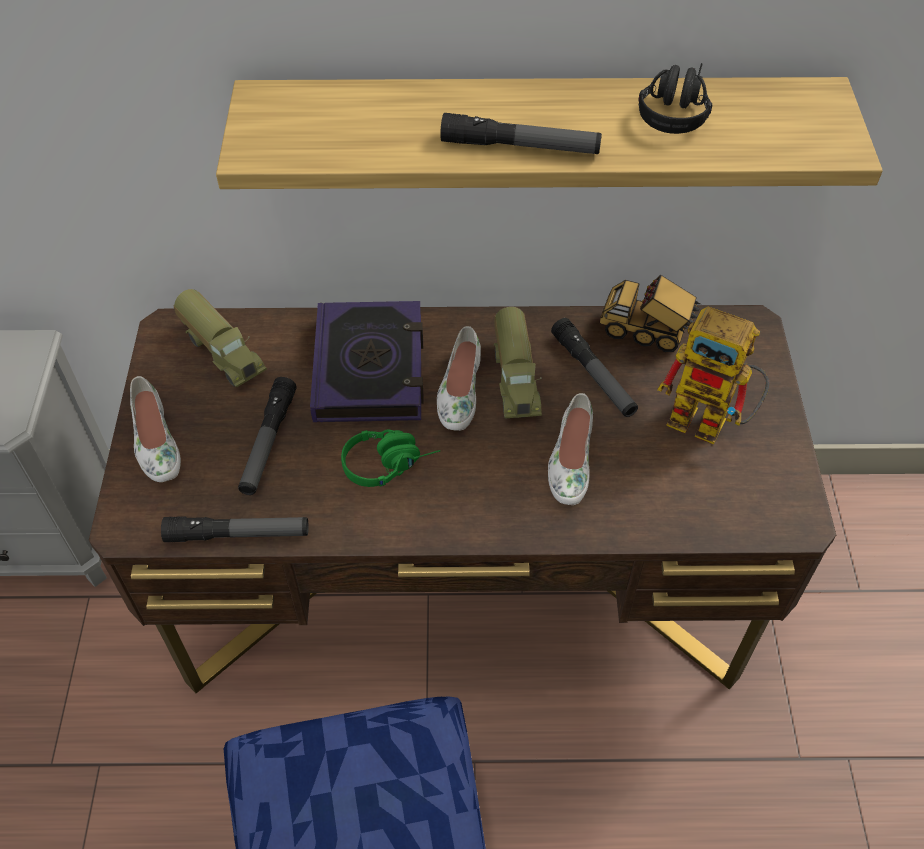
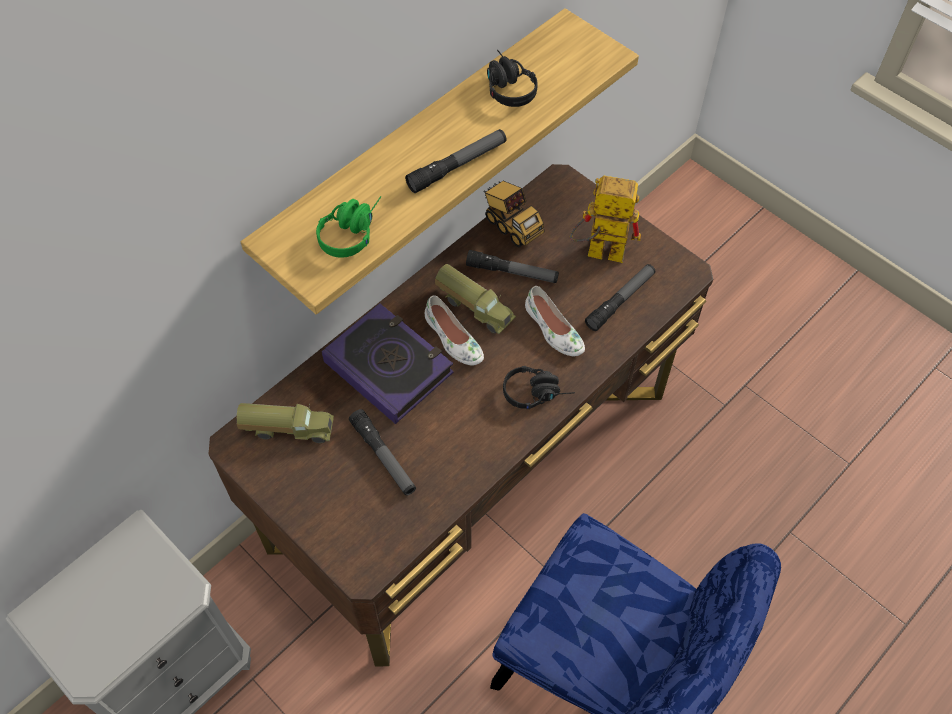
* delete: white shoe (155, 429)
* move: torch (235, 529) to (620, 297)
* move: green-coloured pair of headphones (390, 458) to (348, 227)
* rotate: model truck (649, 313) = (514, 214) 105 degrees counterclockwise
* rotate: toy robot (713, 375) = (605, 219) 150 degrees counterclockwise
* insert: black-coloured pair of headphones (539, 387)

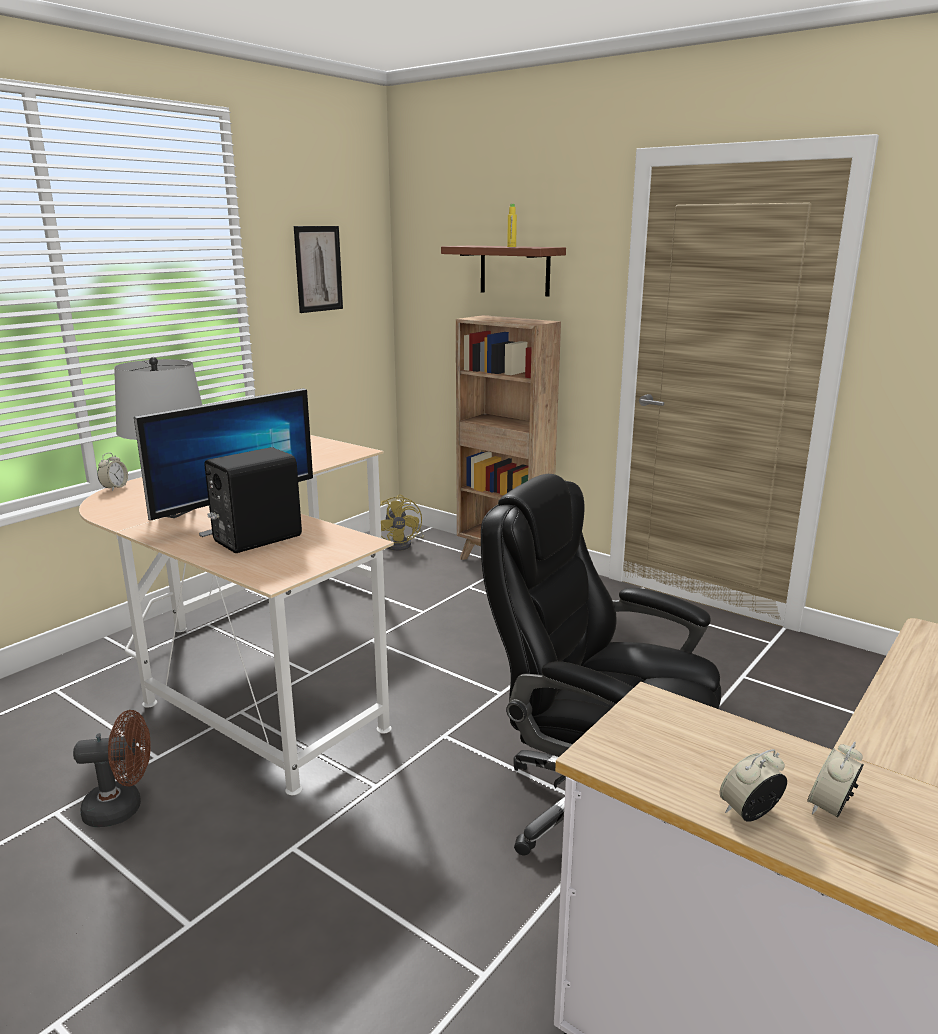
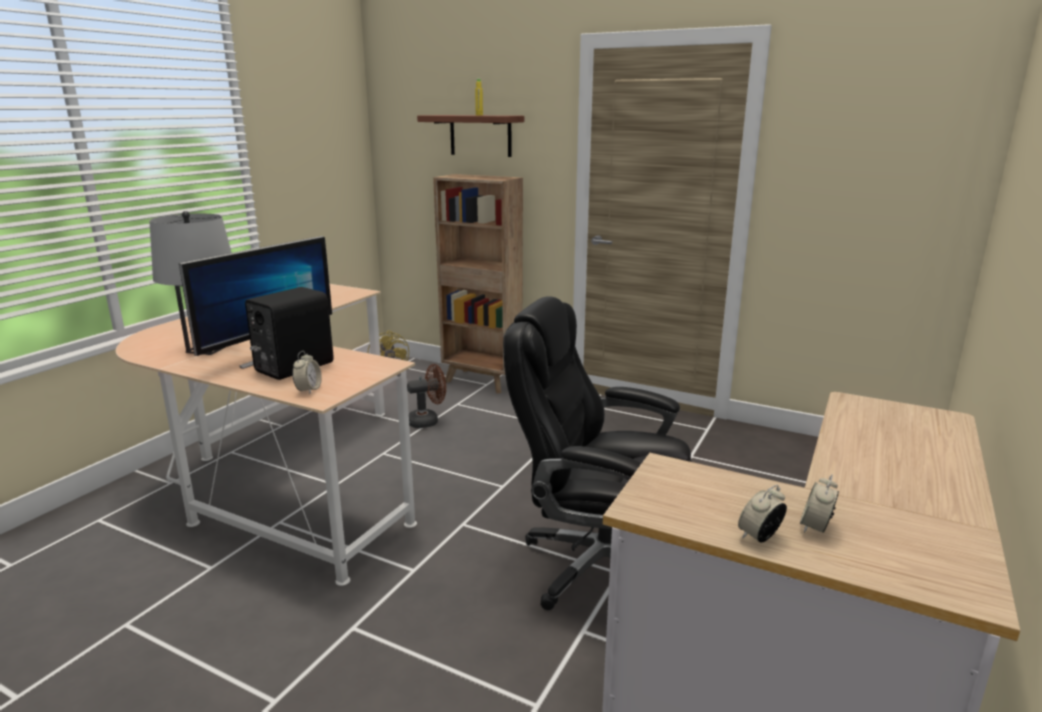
* move: brown cooling fan (112, 768) to (426, 396)
* move: bedside clock (112, 472) to (307, 372)
* delete: wall art (318, 269)

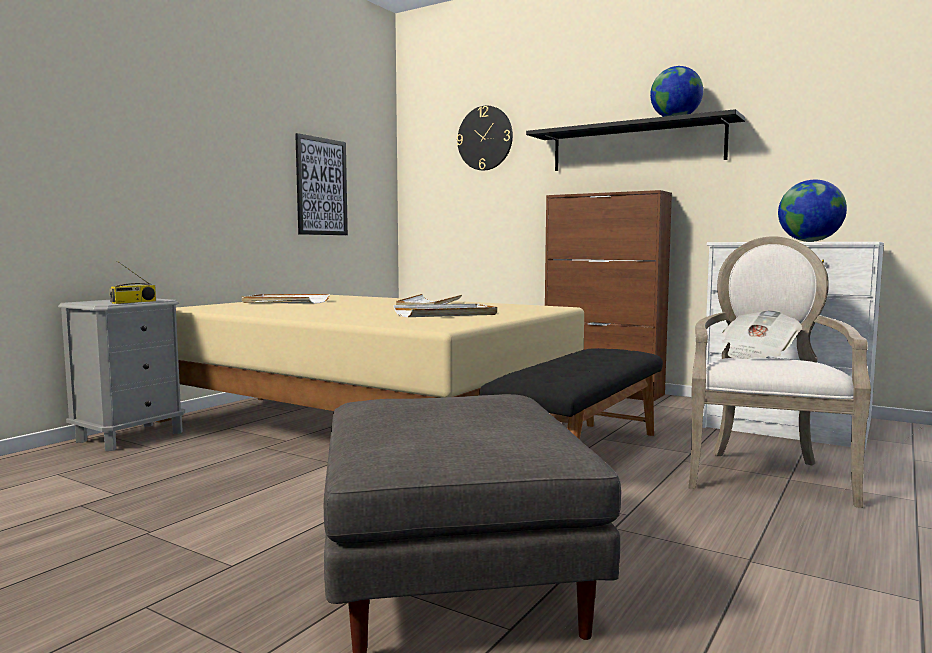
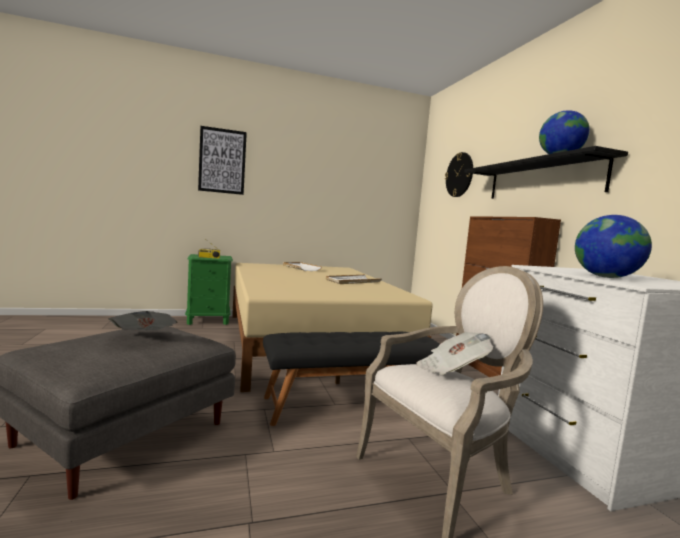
* recolor: grey bedside table (121, 375) to green-coloured bedside table (209, 289)
* move: wall art (321, 184) to (222, 160)
* delete: white tray (445, 310)
* insert: daily paper (142, 321)

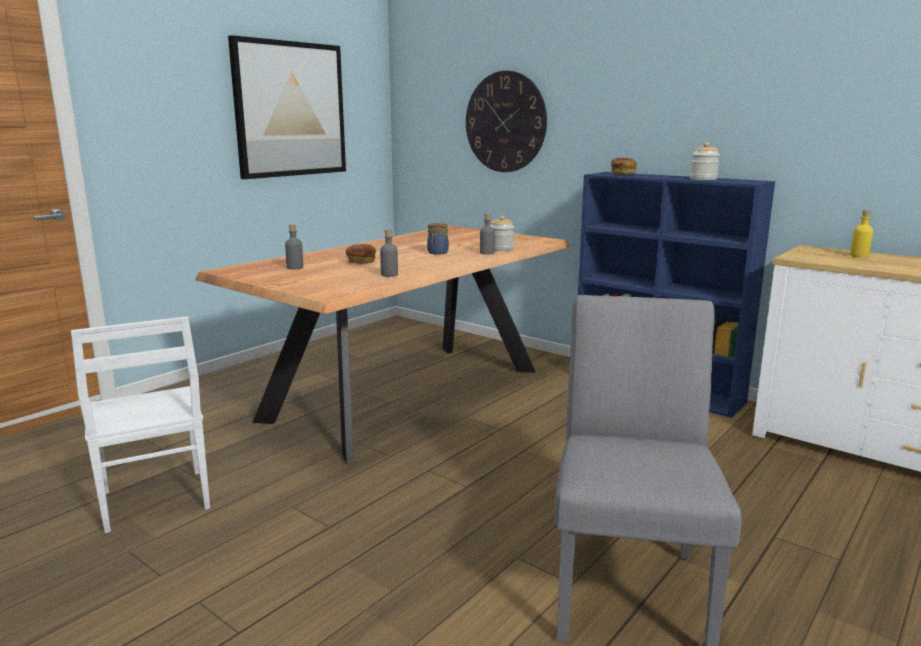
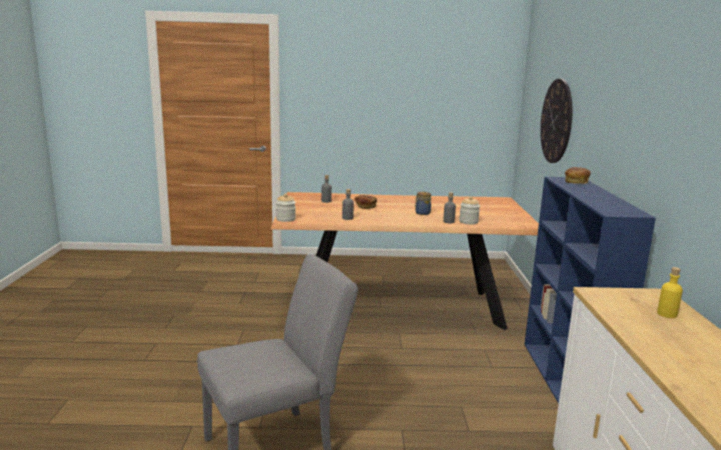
* delete: white upright chair (140, 424)
* delete: wall art (287, 107)
* move: preserve jar (705, 161) to (286, 207)

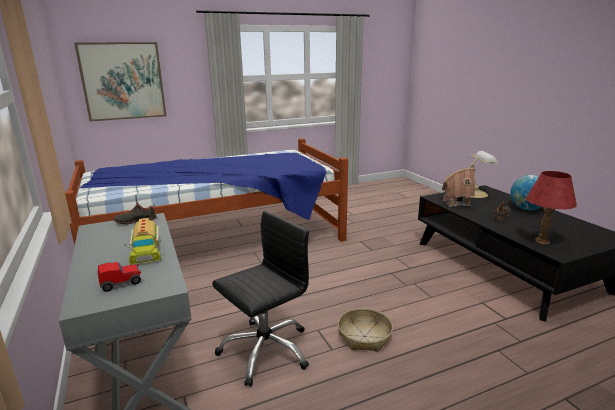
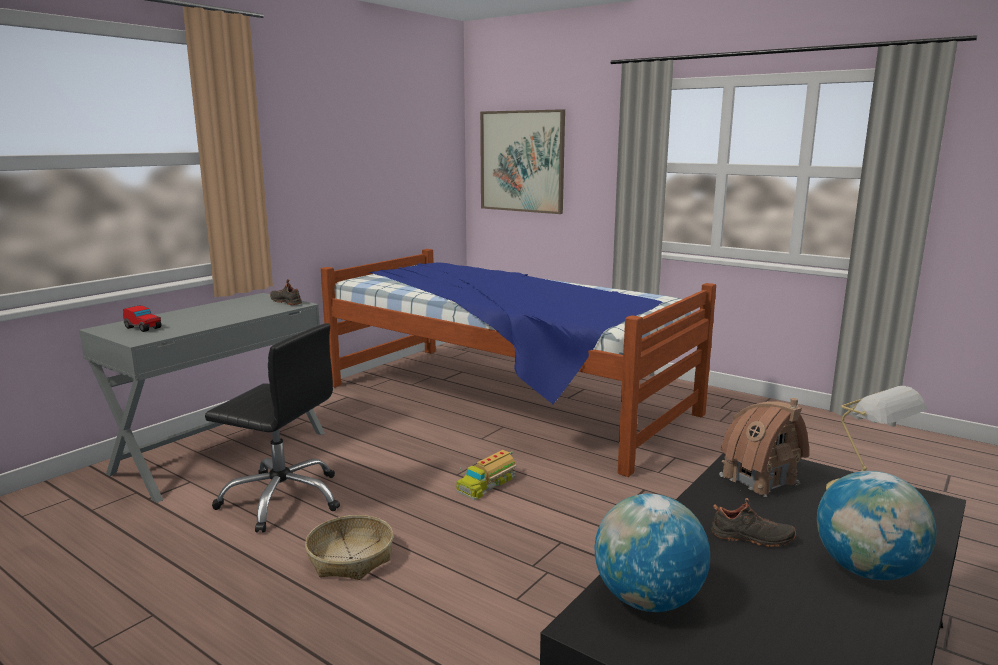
* move: model truck (142, 242) to (486, 475)
* replace: red-coloured tabletop lamp (551, 208) to globe (652, 553)

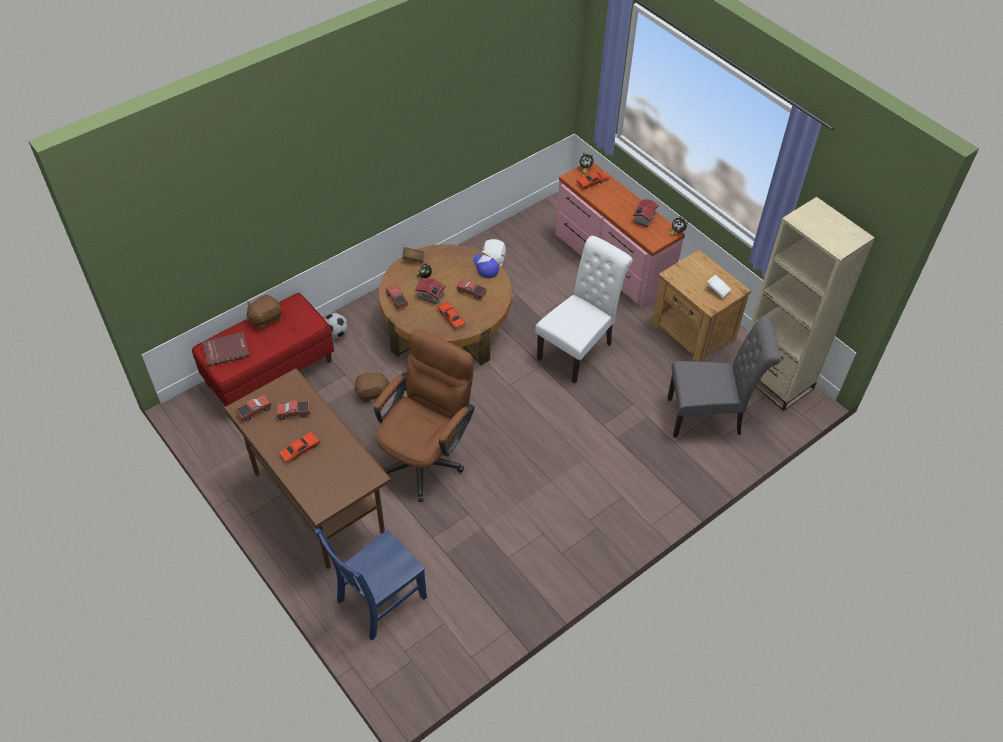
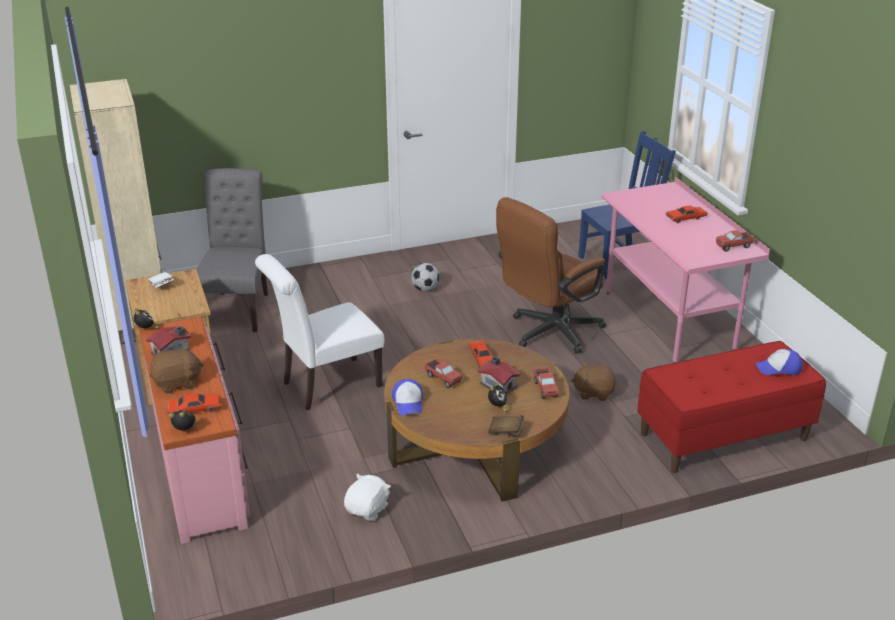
* replace: red-coloured volume (225, 349) to peaked cap (779, 362)
* recolor: brown desk (307, 469) to pinkish desk (685, 270)
* move: brown plush toy (264, 312) to (176, 369)
* delete: model truck (293, 410)
* move: ball for football (336, 326) to (425, 277)
* rotate: grey upright chair (724, 377) = (232, 250) 75 degrees clockwise

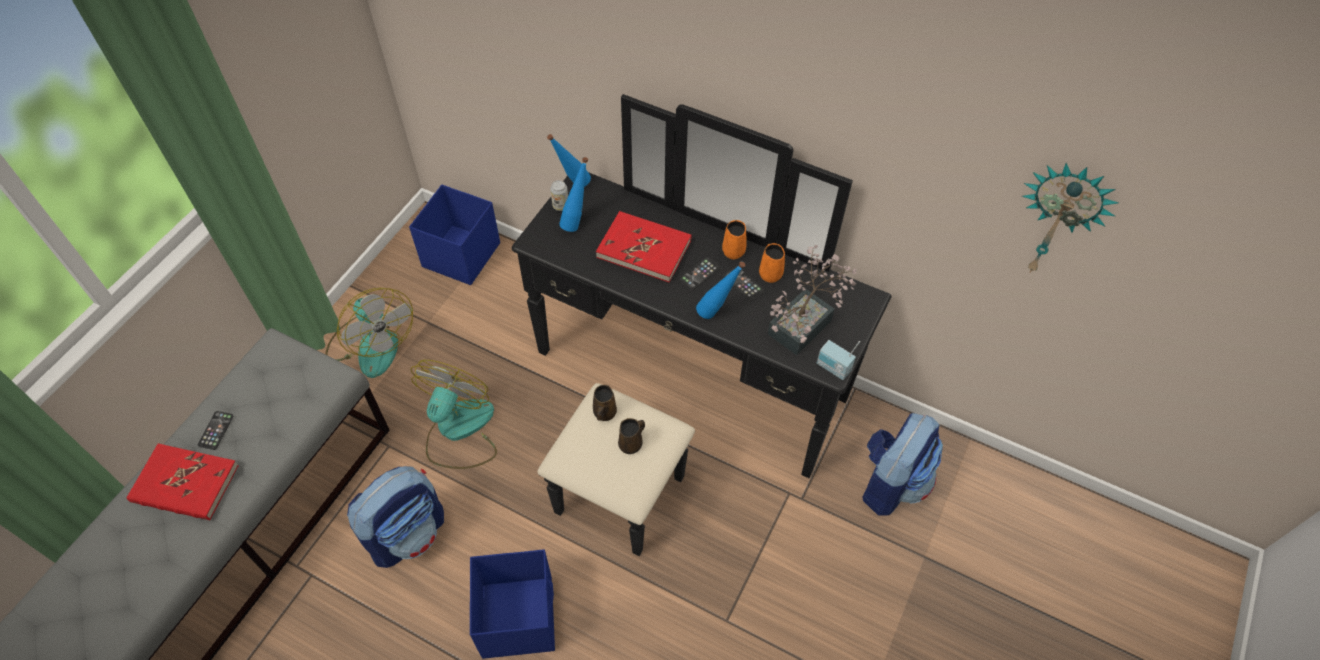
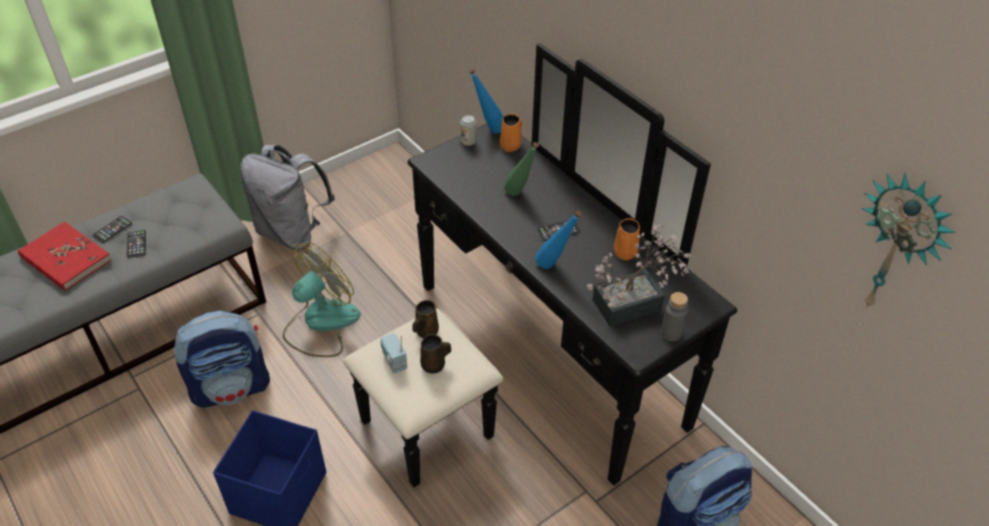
* replace: cooling fan (369, 333) to grey rucksack (287, 197)
* delete: blue-coloured storage container (454, 235)
* delete: blue-coloured bottle (573, 194)
* replace: red-coloured volume (643, 247) to green-coloured bottle (521, 169)
* move: orange mug (734, 240) to (511, 133)
* move: phone (744, 284) to (136, 244)
* move: radio receiver (838, 360) to (393, 353)
* insert: grey bottle (674, 316)

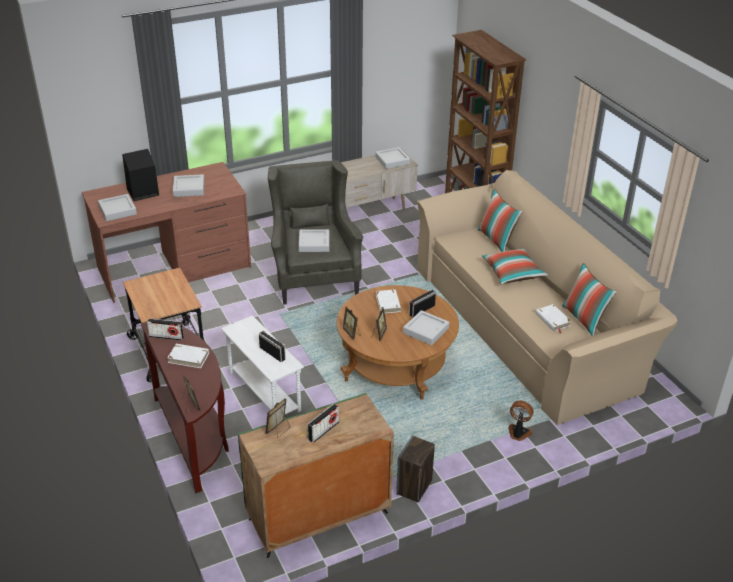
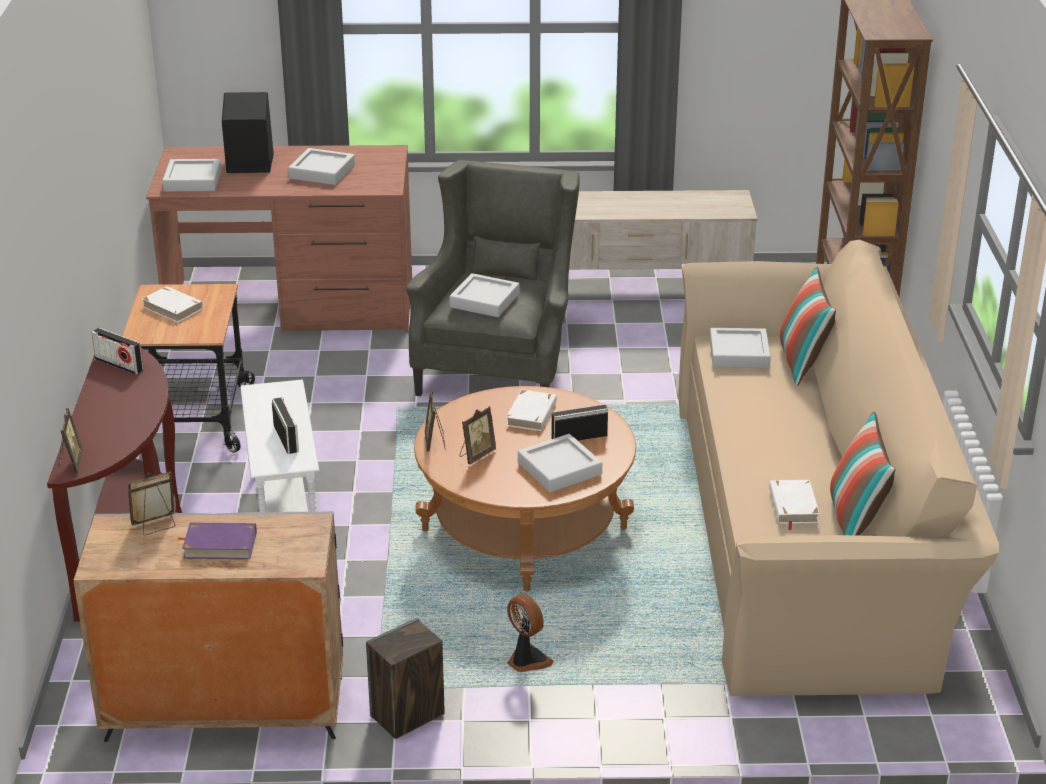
* move: white volume (188, 356) to (172, 304)
* recolor: green-coloured cabinet (316, 475) to grey cabinet (208, 626)
* replace: radio receiver (323, 423) to purple volume (217, 541)
* move: grey tray (392, 158) to (740, 348)
* delete: cushion (515, 266)
* move: cooling fan (521, 421) to (530, 633)

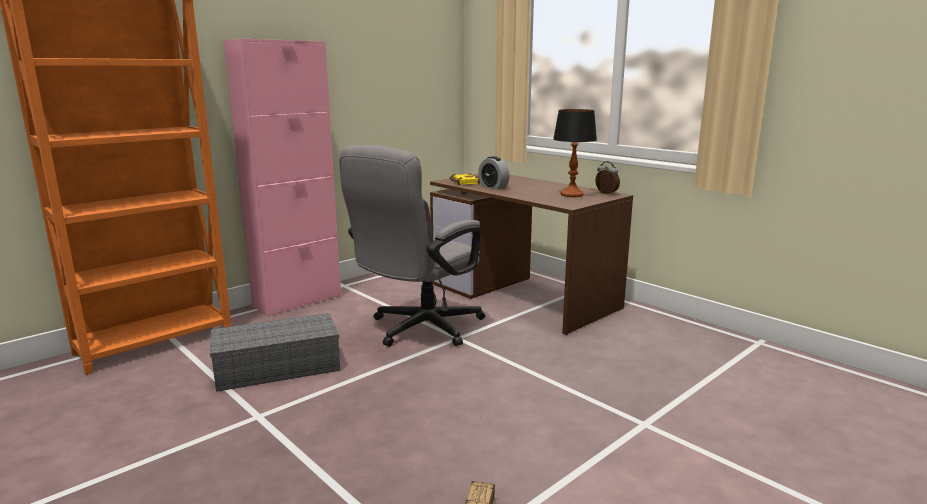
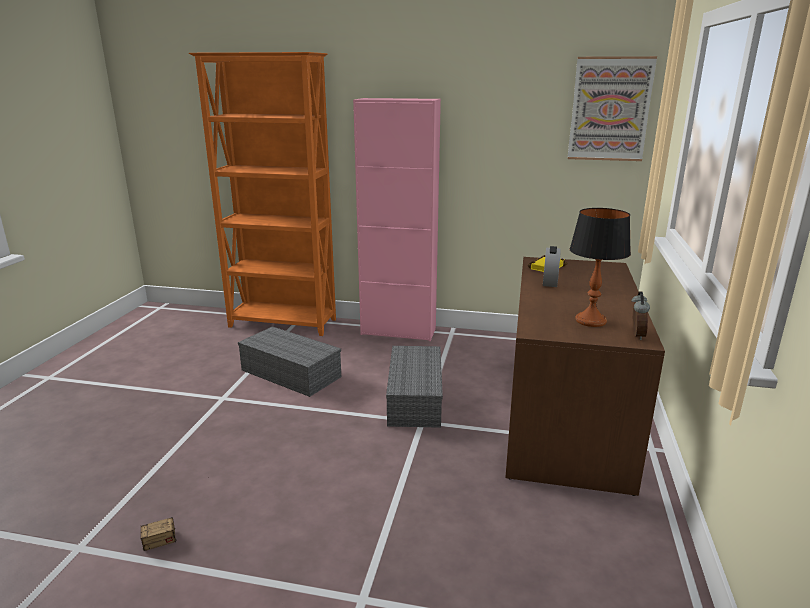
* replace: grey desk chair (412, 246) to grey storage container (414, 387)
* insert: wall art (612, 108)

